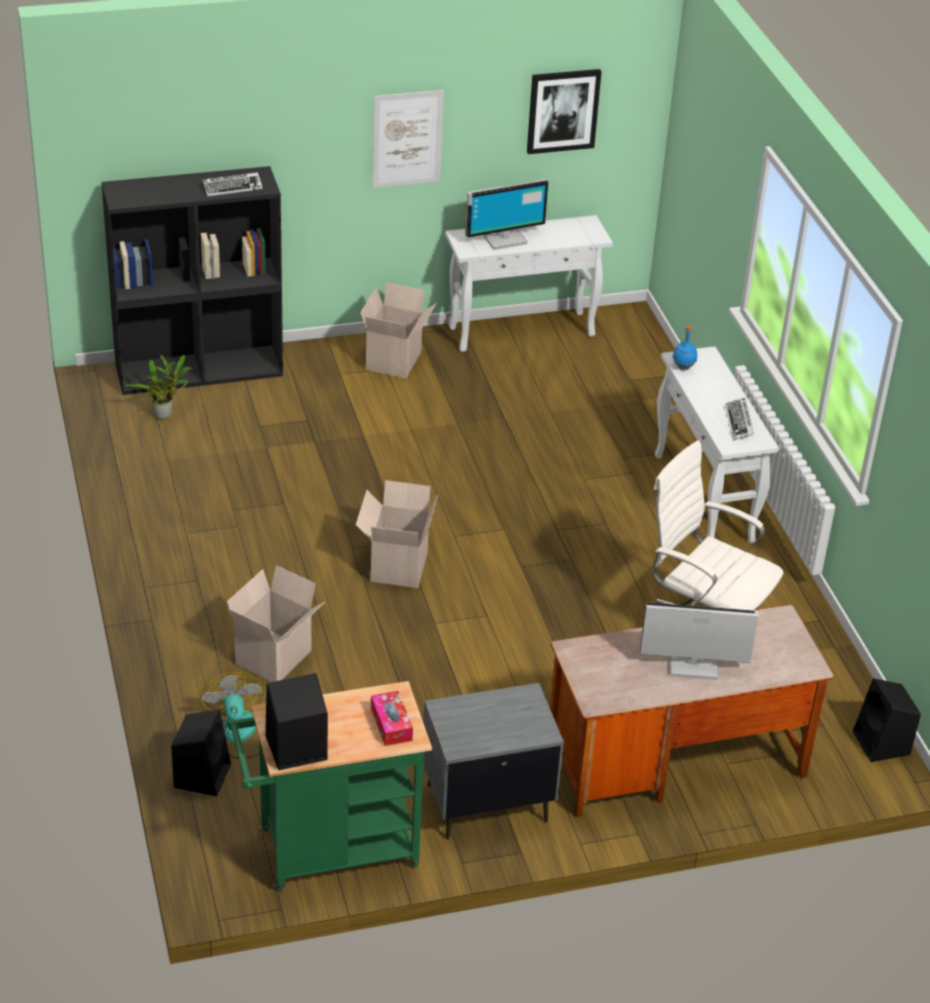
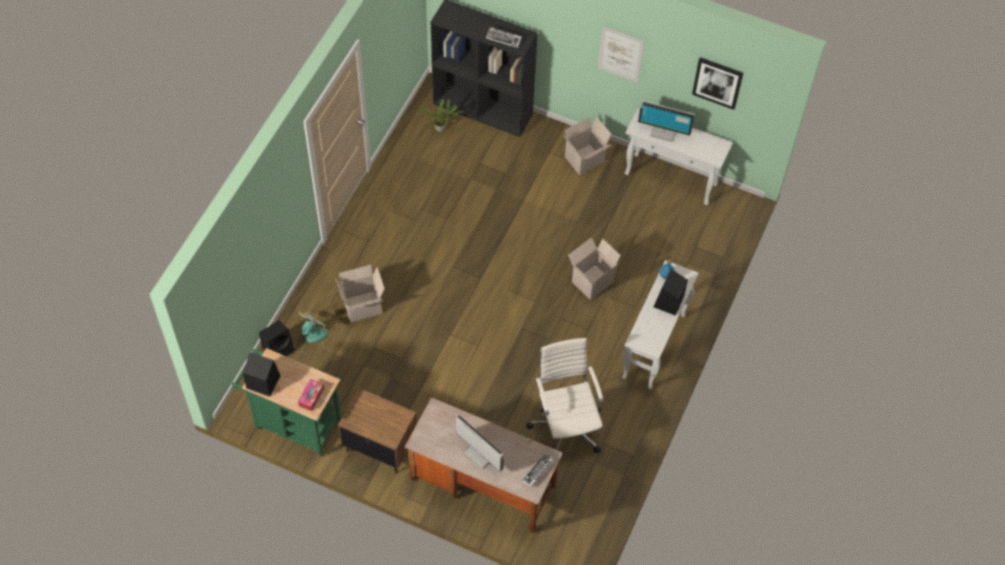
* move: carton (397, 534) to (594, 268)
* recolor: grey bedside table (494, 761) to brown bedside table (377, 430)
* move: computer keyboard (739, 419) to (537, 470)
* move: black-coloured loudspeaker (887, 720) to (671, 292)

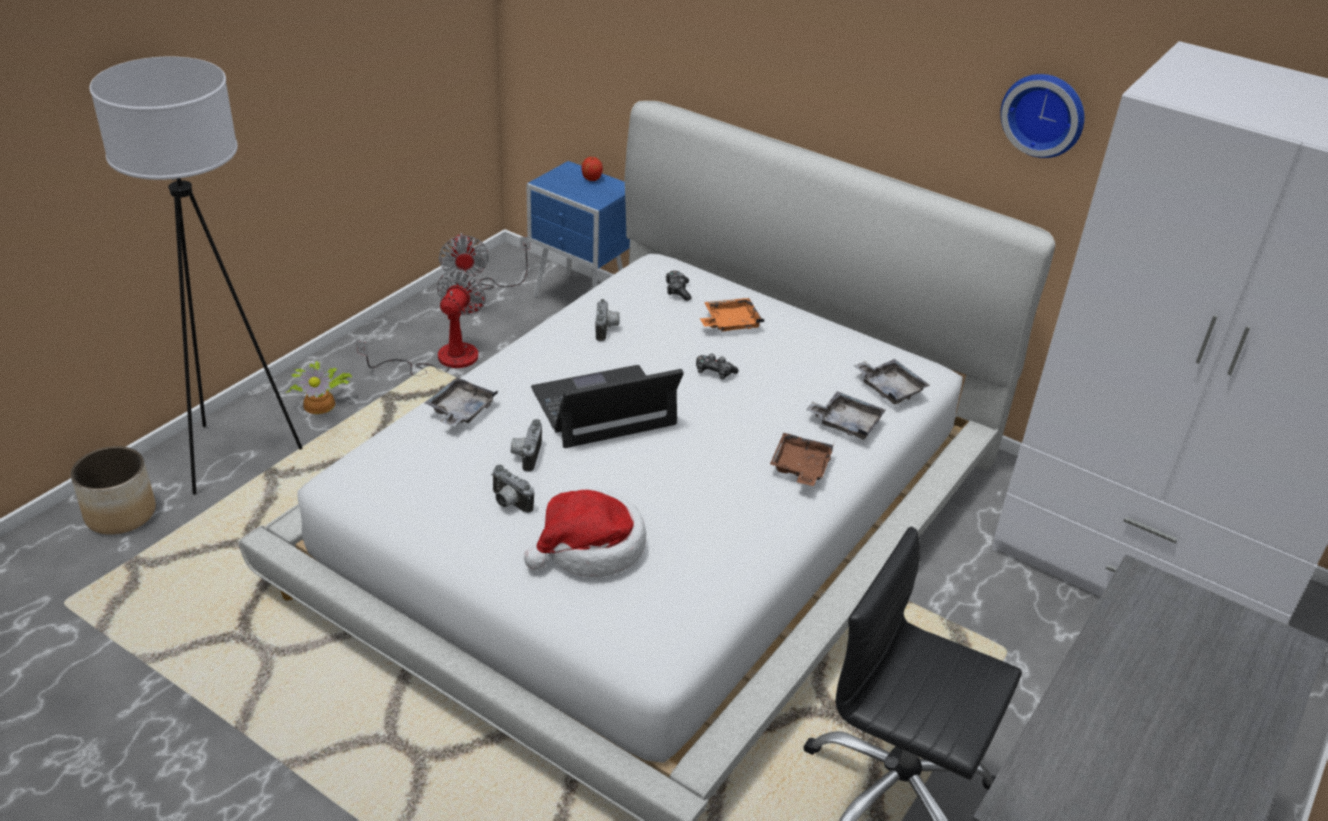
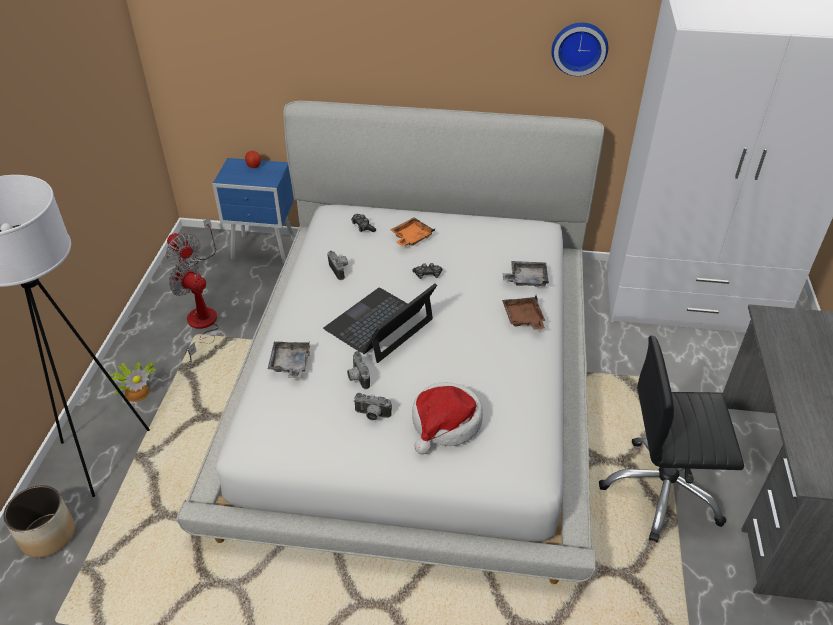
* rotate: cooling fan (421, 323) = (194, 311) 45 degrees counterclockwise
* delete: grey tray (892, 382)

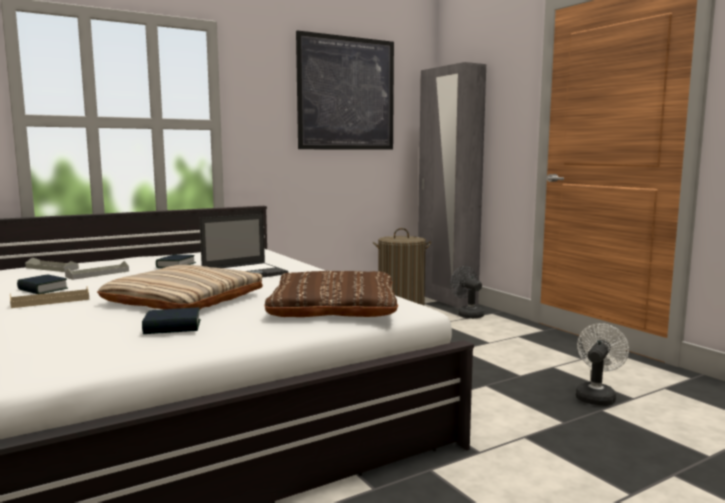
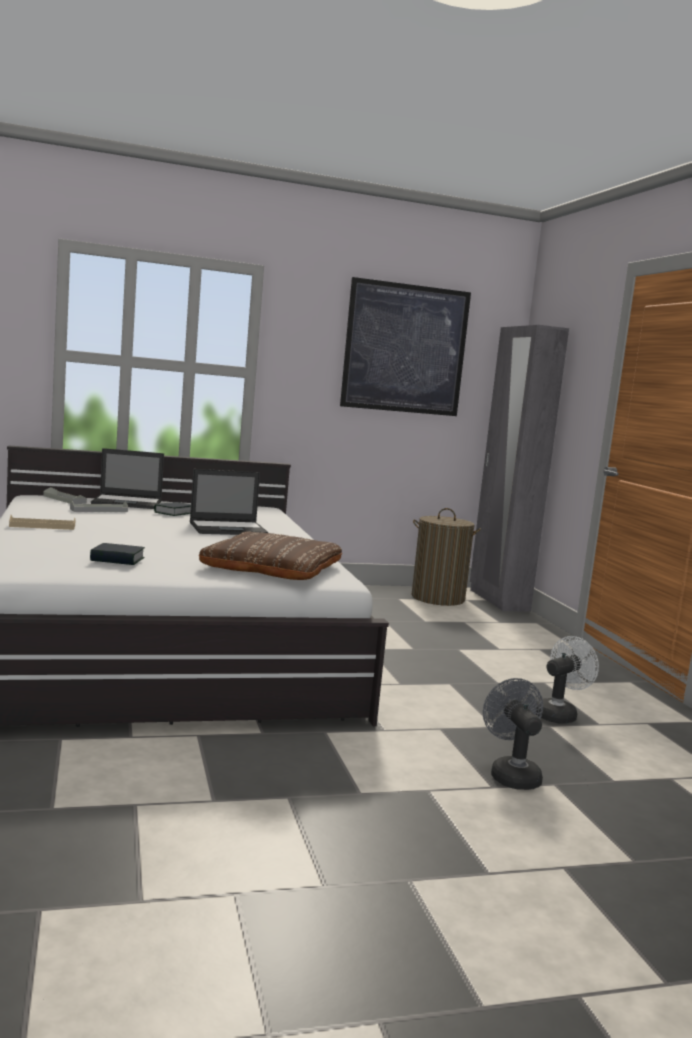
* delete: volume (42, 284)
* delete: sand-coloured cushion (180, 287)
* move: grey cooling fan (467, 292) to (513, 734)
* insert: laptop (127, 478)

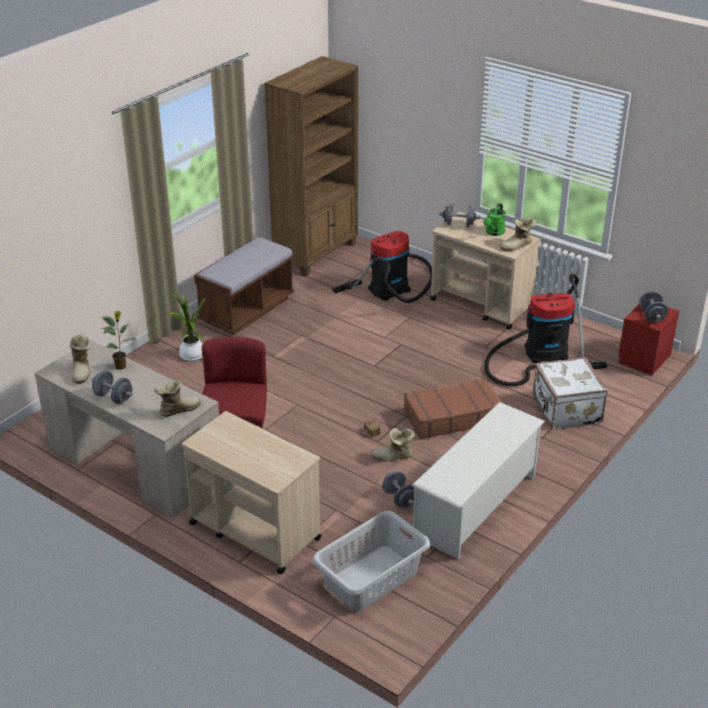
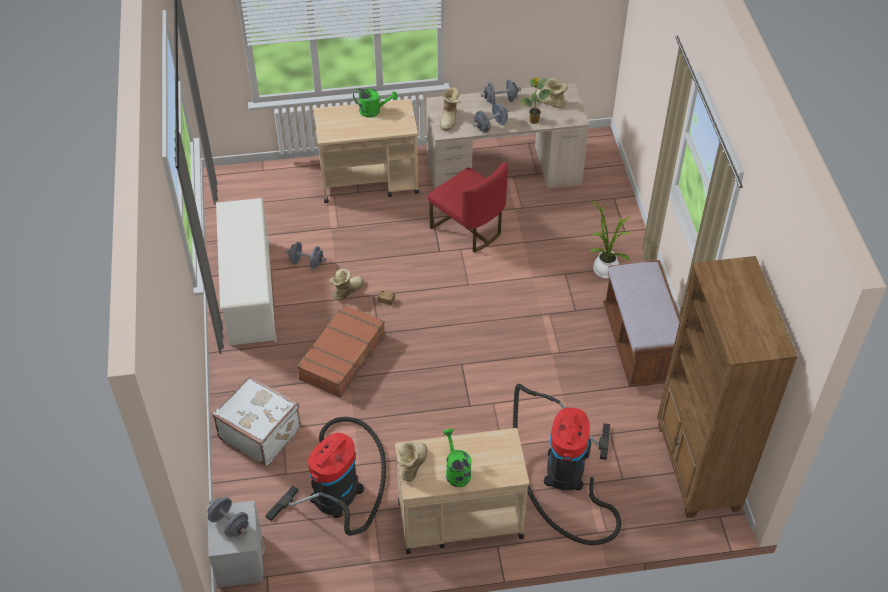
* delete: grey hamper (371, 561)
* move: grey free weight (460, 215) to (491, 118)
* recolor: red-coloured bedside table (648, 339) to grey bedside table (236, 544)
* insert: green-coloured sprinkling can (375, 103)

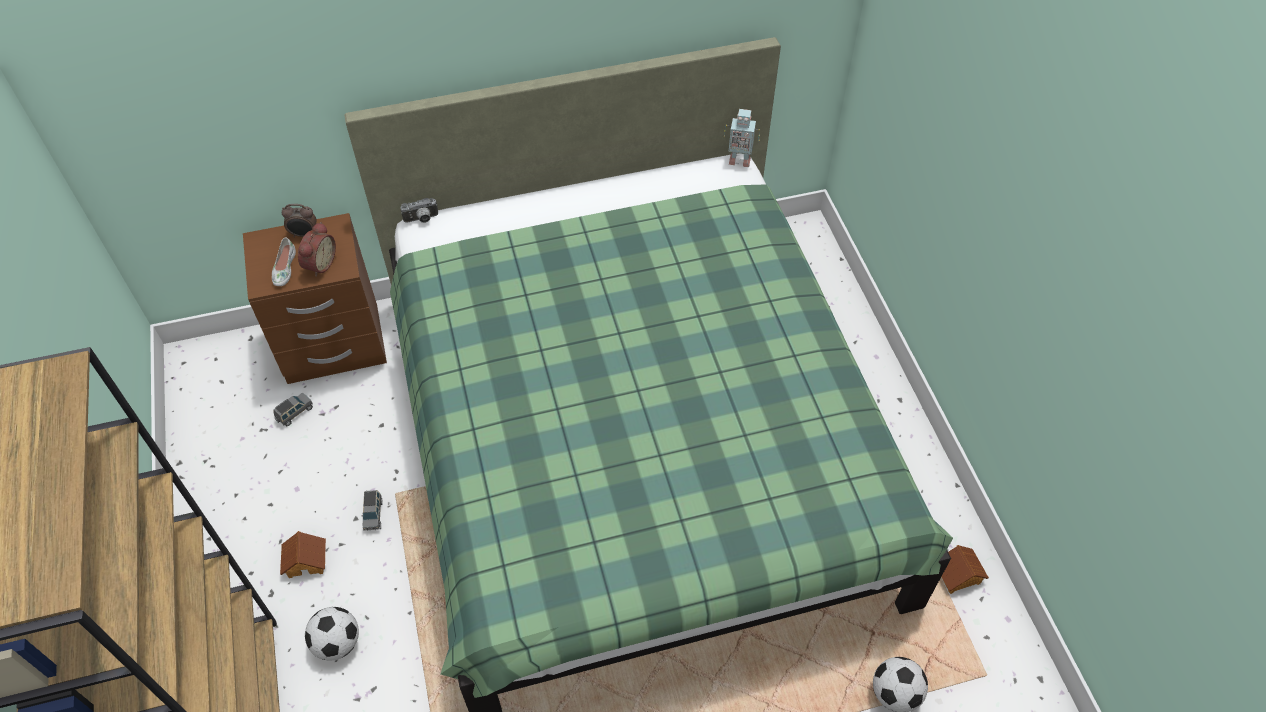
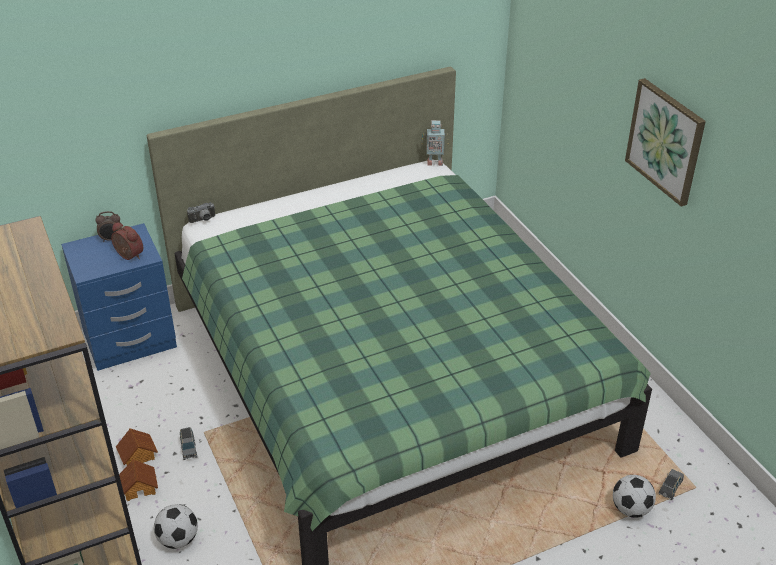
* recolor: brown bedside table (315, 298) to blue-coloured bedside table (119, 297)
* delete: white shoe (284, 262)
* move: grey toy car (293, 409) to (671, 484)
* rotate: bedside clock (317, 249) = (127, 241) 60 degrees counterclockwise
* move: toy house (965, 569) to (137, 446)
* insert: wall art (665, 142)

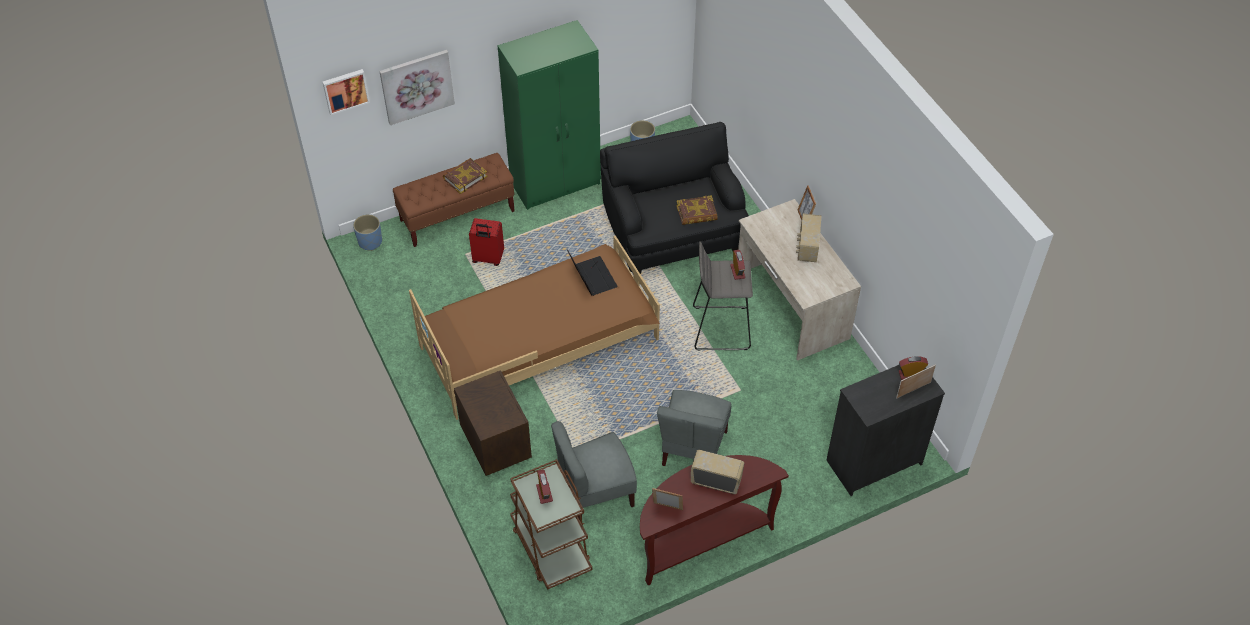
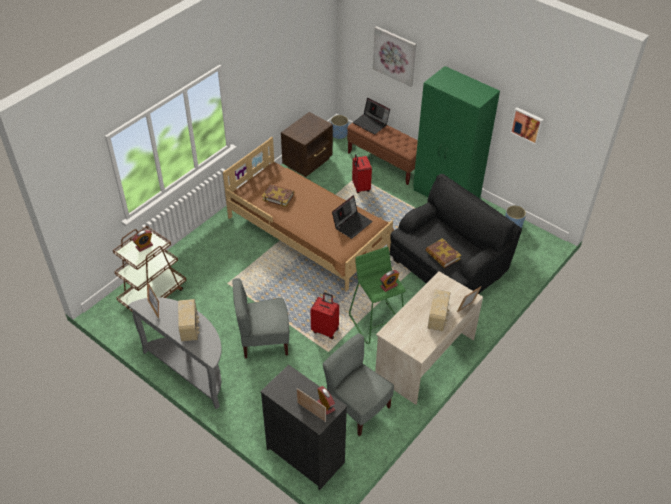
* move: wall art (346, 92) to (527, 126)
* move: volume (465, 176) to (278, 195)
* move: brown bedside table (493, 423) to (307, 144)
* move: grey upright chair (594, 470) to (358, 384)
* recolor: brown hall table (714, 520) to grey hall table (175, 353)
* recolor: grey sitting stool (723, 296) to green-coloured sitting stool (377, 295)
* rotate: radio receiver (808, 238) = (439, 310) 120 degrees clockwise
* insert: red-coloured travel case (324, 315)
* insert: laptop (371, 116)

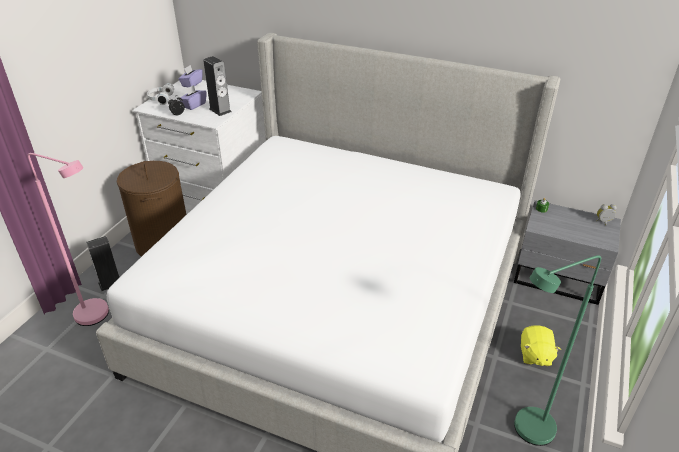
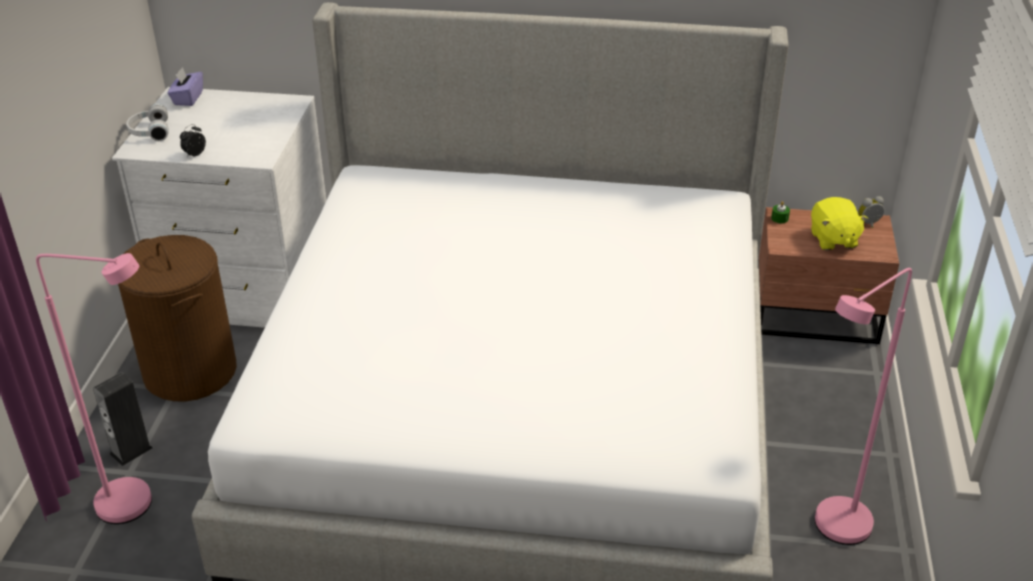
* delete: purple tissue box (193, 97)
* delete: loudspeaker (217, 86)
* recolor: grey bedside table (567, 252) to brown bedside table (829, 275)
* recolor: green-coloured floor lamp (557, 350) to pinkish floor lamp (863, 406)
* move: yellowish plush toy (541, 345) to (839, 224)

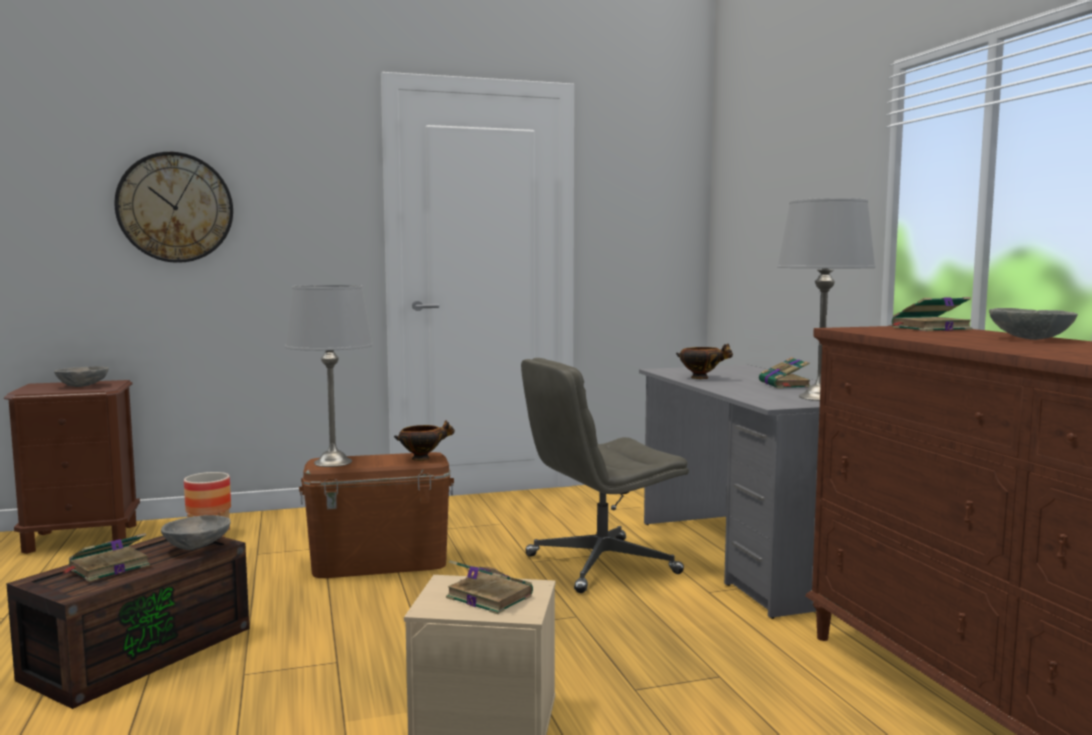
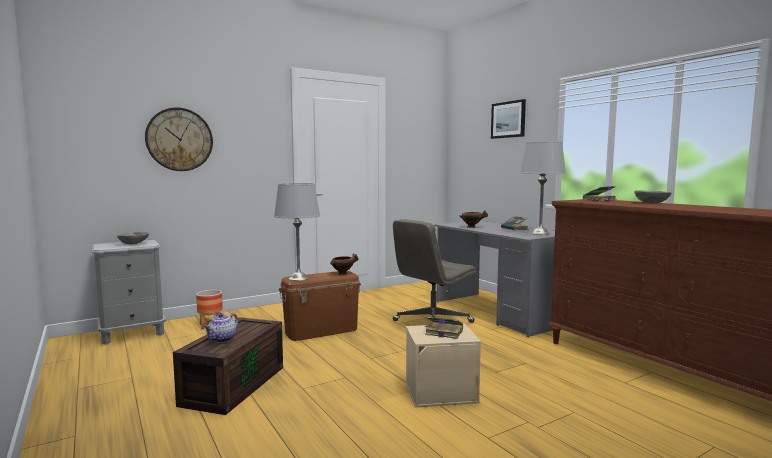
* recolor: brown bedside table (72, 467) to grey bedside table (129, 292)
* replace: volume (105, 557) to pot for tea (221, 328)
* delete: grey deep dish (196, 532)
* insert: wall art (508, 119)

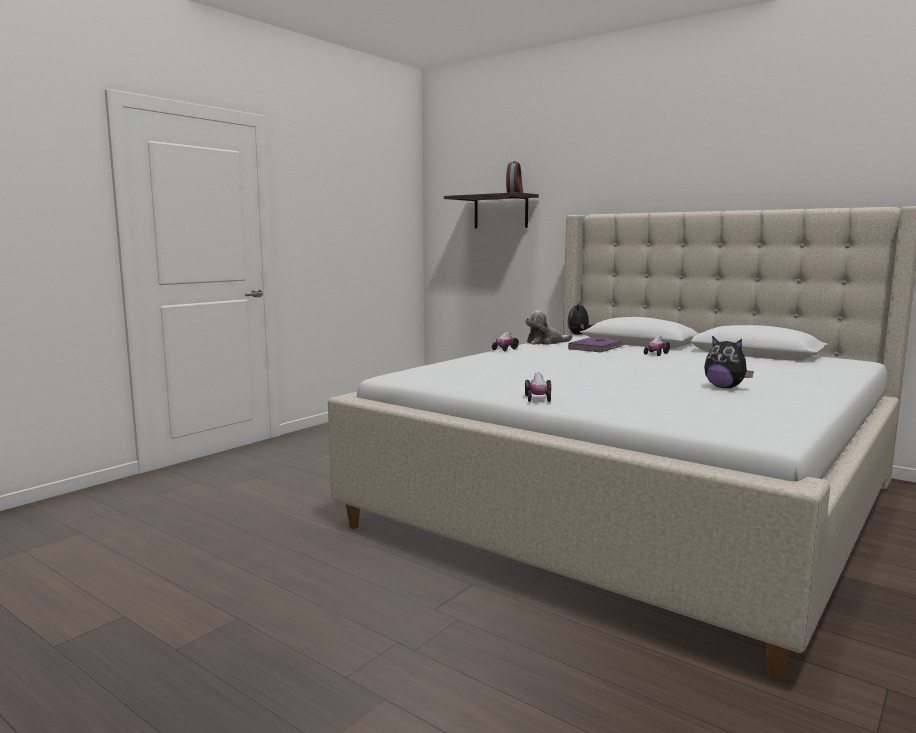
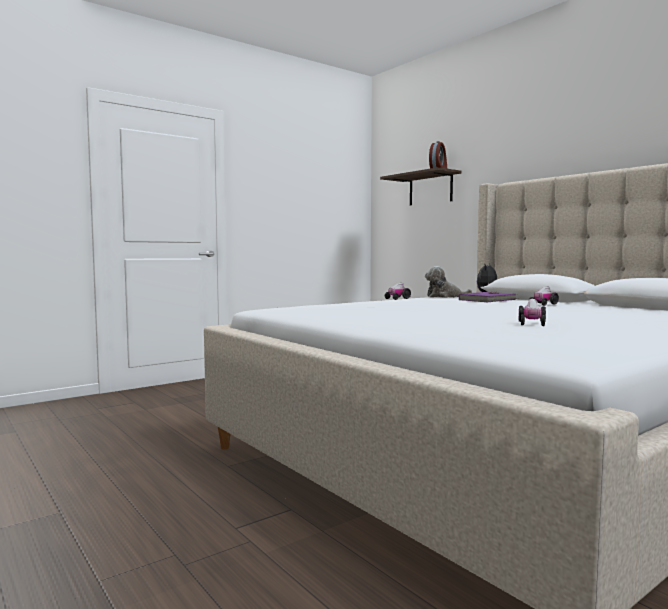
* move: toy car (538, 387) to (532, 312)
* delete: plush toy (729, 362)

